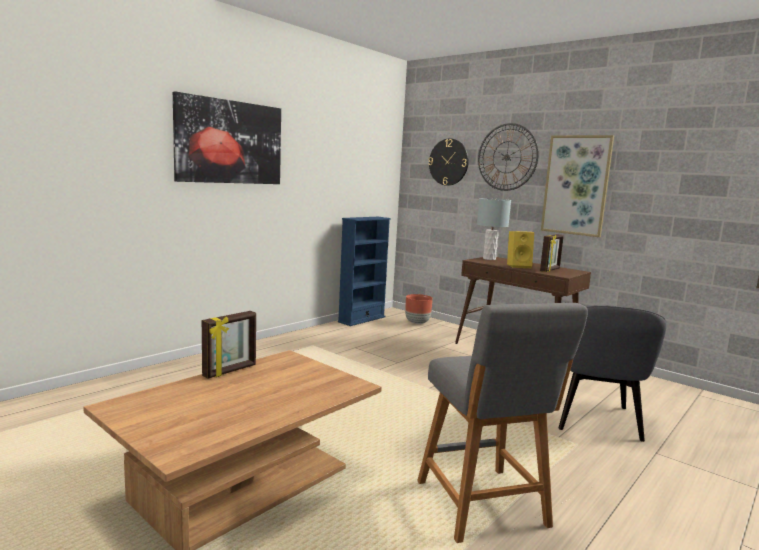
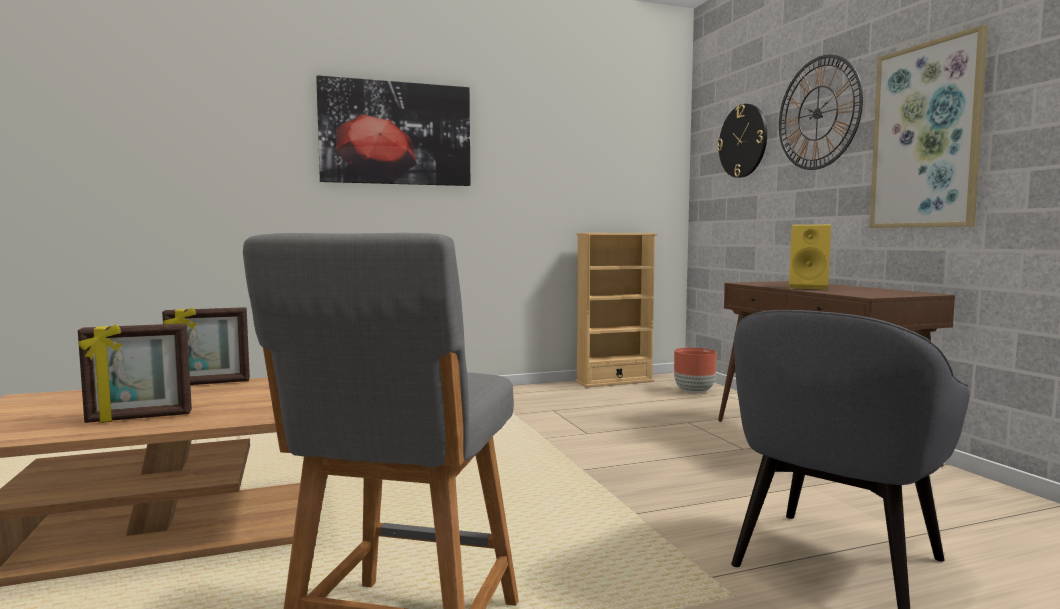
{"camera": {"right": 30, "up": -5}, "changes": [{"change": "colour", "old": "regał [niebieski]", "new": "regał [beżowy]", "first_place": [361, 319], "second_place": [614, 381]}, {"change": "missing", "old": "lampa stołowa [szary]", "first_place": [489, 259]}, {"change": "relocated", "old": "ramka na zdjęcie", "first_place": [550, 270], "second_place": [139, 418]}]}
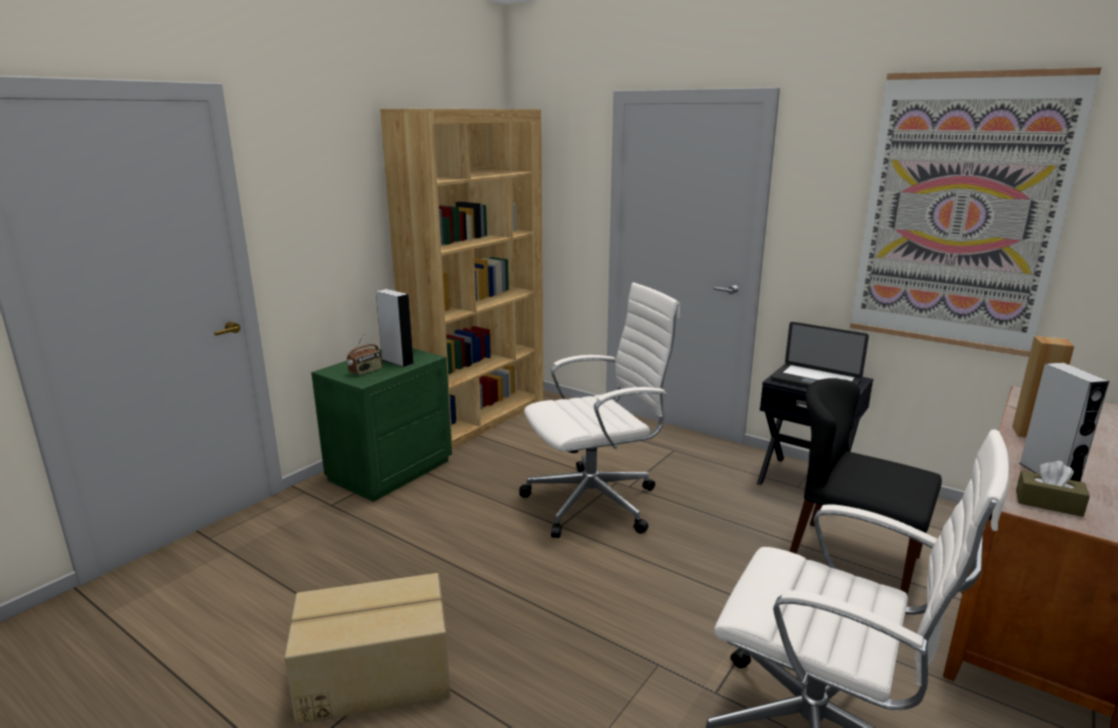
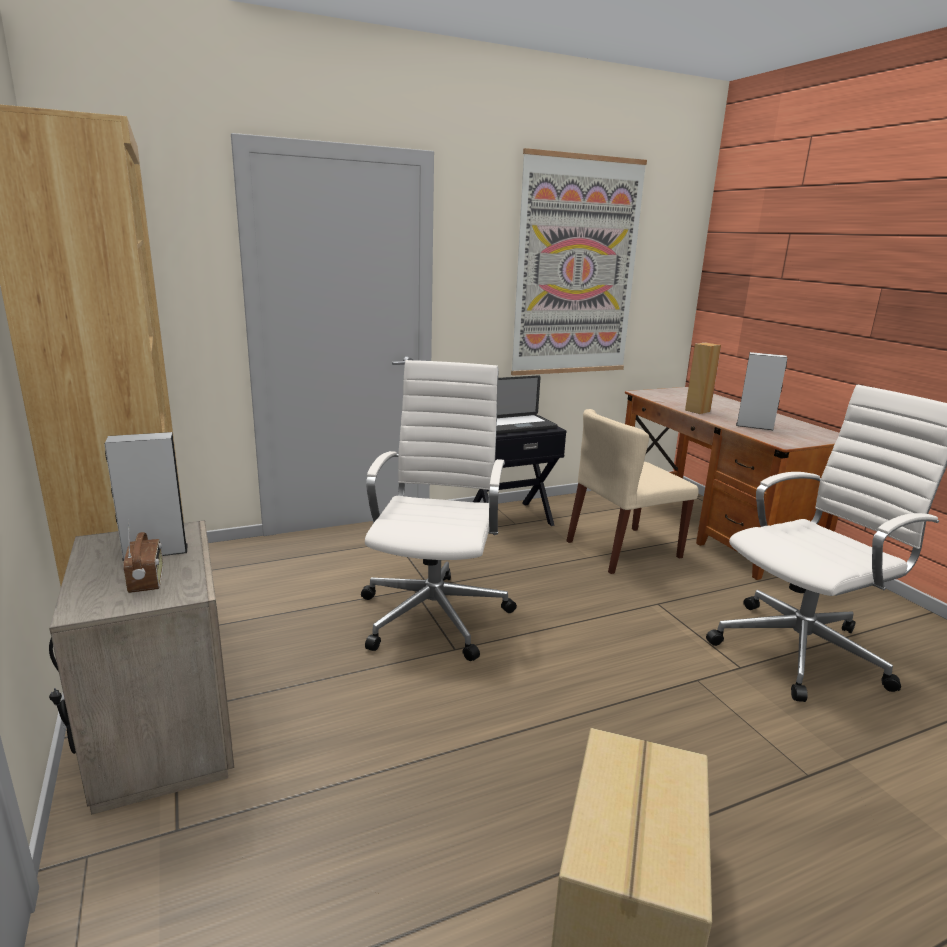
{"camera": {"right": -60, "up": 0}, "changes": [{"change": "colour", "old": "szafka nocna [zielony]", "new": "szafka nocna [beżowy]", "first_place": [389, 470], "second_place": [161, 735]}, {"change": "colour", "old": "krzesło [czarny]", "new": "krzesło [beżowy]", "first_place": [851, 560], "second_place": [623, 550]}, {"change": "missing", "old": "pudełko chusteczek [brązowy]", "first_place": [1048, 503]}]}
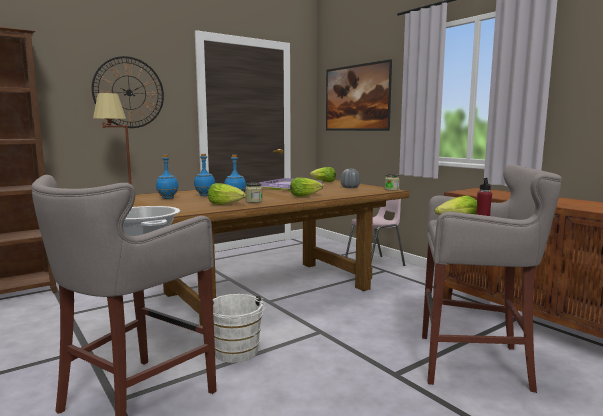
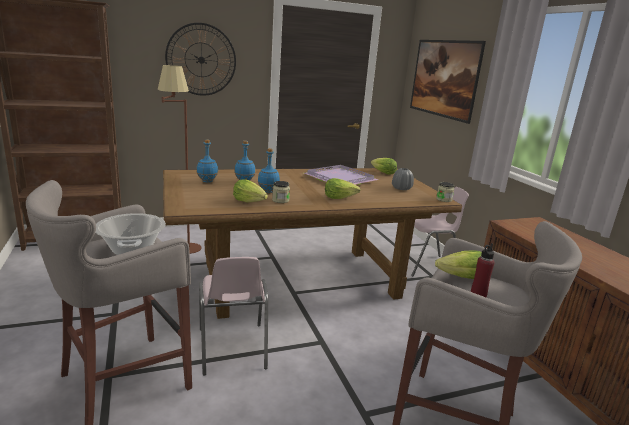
{"camera": {"right": 15, "up": 10}, "changes": [{"change": "exchanged", "old": "wiadro [biały]", "new": "krzesło [różowy]", "first_place": [237, 353], "second_place": [232, 349]}]}
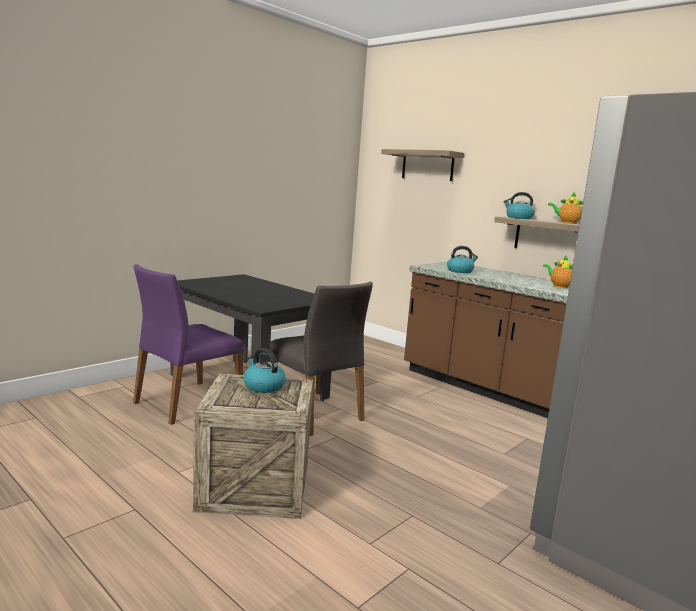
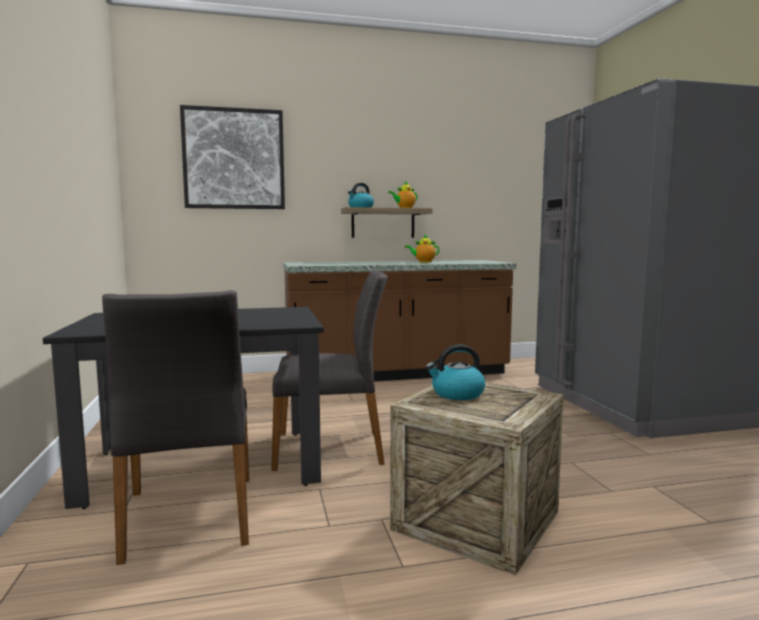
{"camera": {"right": -55, "up": -5}, "changes": [{"change": "colour", "old": "krzesło [fioletowy]", "new": "krzesło [szary]", "first_place": [186, 402], "second_place": [189, 517]}, {"change": "exchanged", "old": "półka", "new": "obraz", "first_place": [427, 165], "second_place": [234, 159]}, {"change": "missing", "old": "czajnik", "first_place": [460, 271]}]}
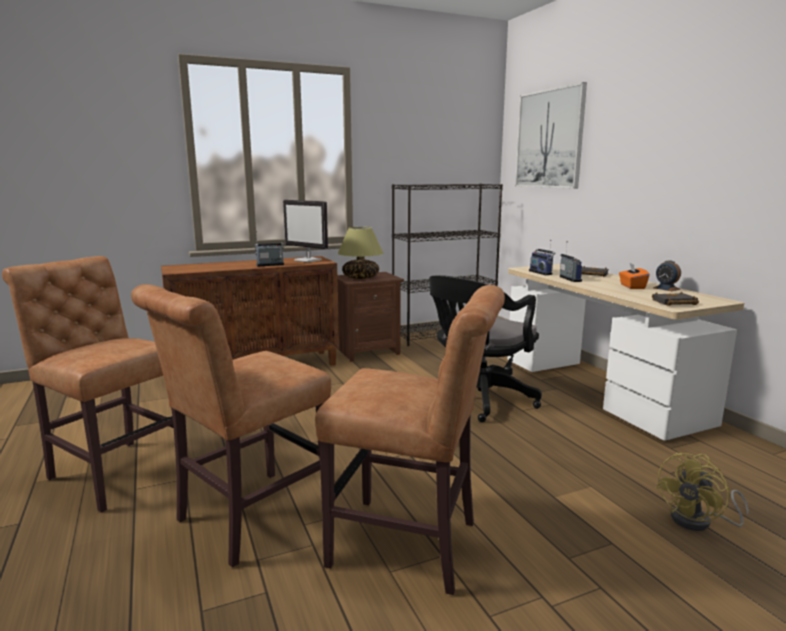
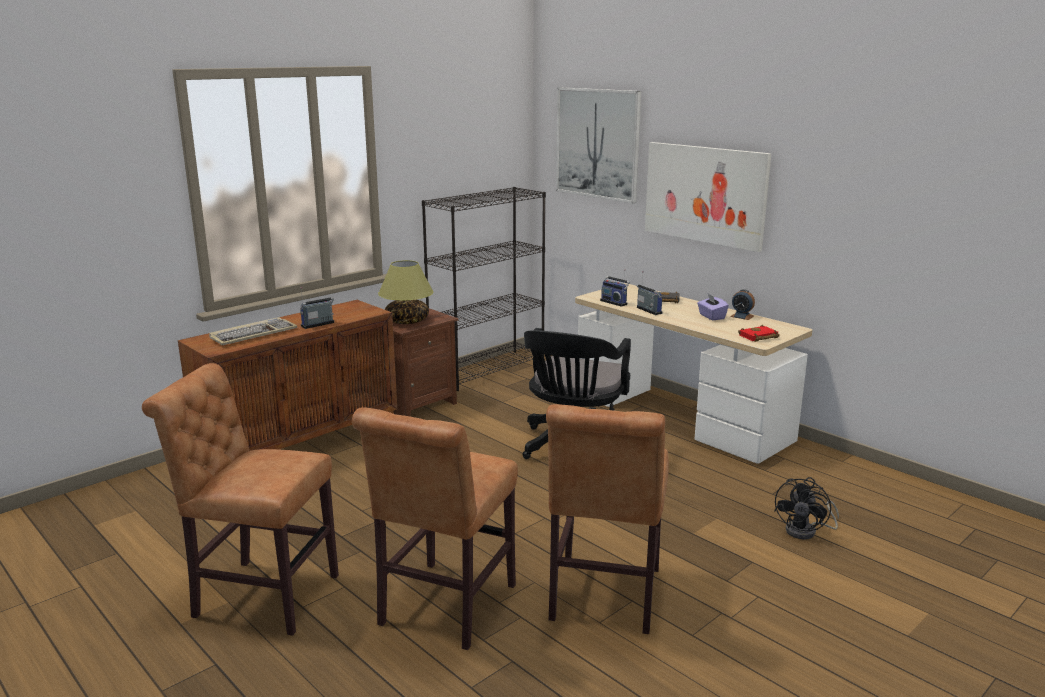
{"camera": {"right": -20, "up": 5}, "changes": [{"change": "missing", "old": "monitor", "first_place": [308, 260]}, {"change": "spun", "old": "krzesło [brązowy]", "first_place": [412, 546], "second_place": [603, 598], "degrees": 105}, {"change": "colour", "old": "pudełko chusteczek [pomarańczowy]", "new": "pudełko chusteczek [fioletowy]", "first_place": [632, 286], "second_place": [711, 316]}, {"change": "colour", "old": "książka [czarny]", "new": "książka [czerwony]", "first_place": [674, 303], "second_place": [758, 337]}, {"change": "colour", "old": "wentylator [żółty]", "new": "wentylator [czarny]", "first_place": [699, 522], "second_place": [806, 531]}, {"change": "appeared", "new": "klawiatura", "second_place": [253, 334]}, {"change": "appeared", "new": "obraz", "second_place": [705, 194]}]}
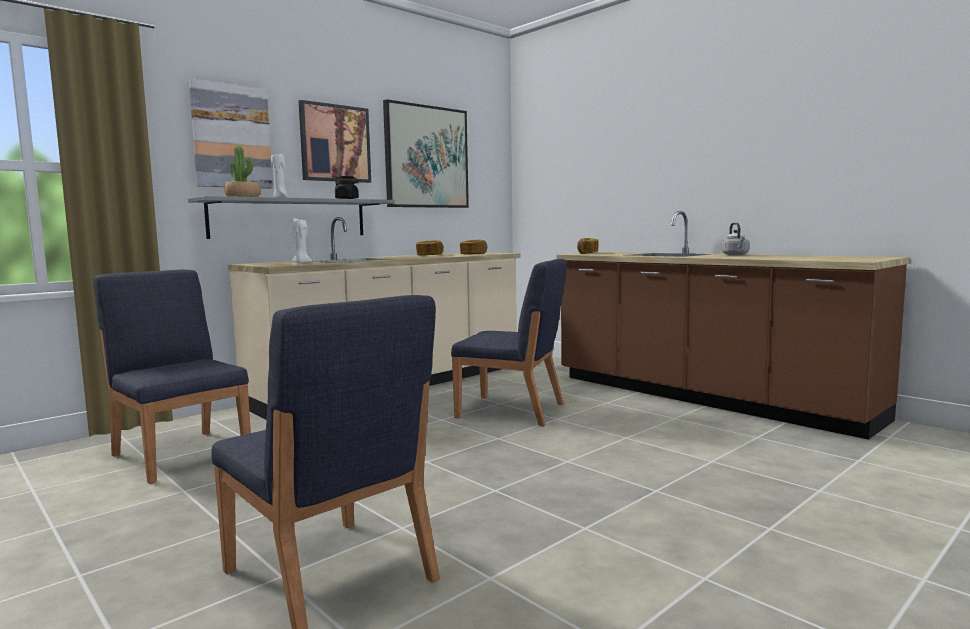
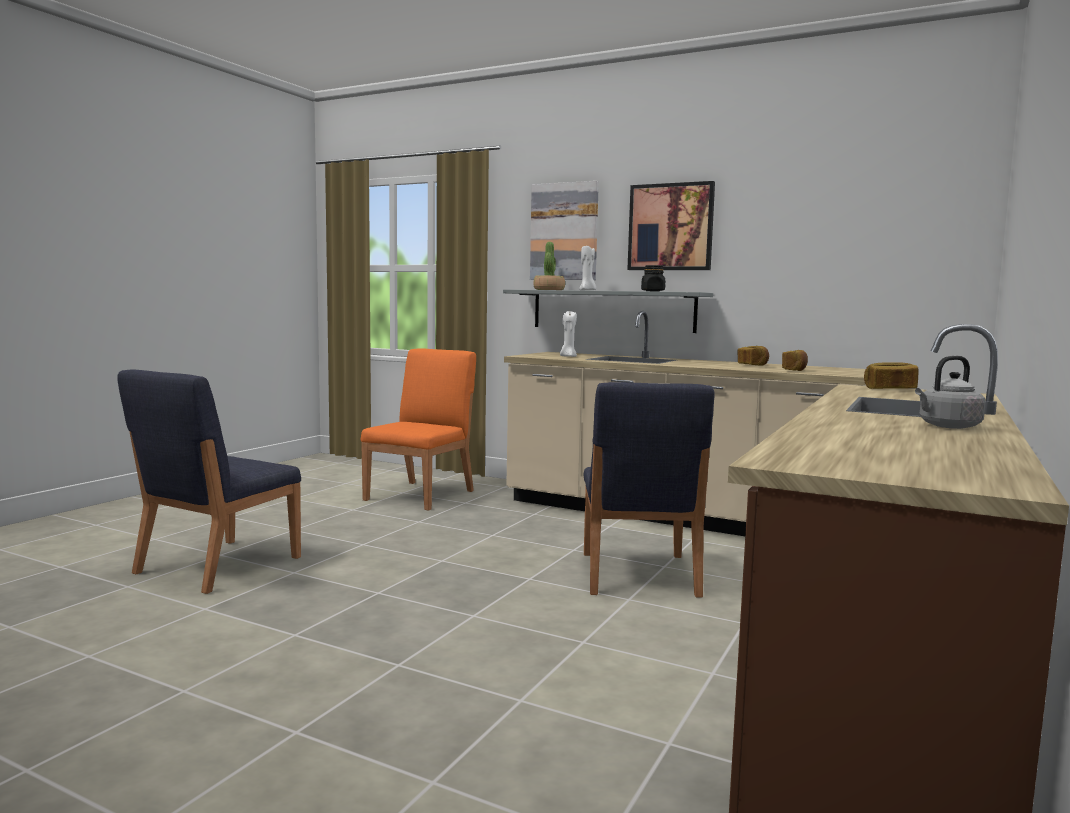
{"camera": {"right": 70, "up": 0}, "changes": [{"change": "colour", "old": "krzesło [niebieski]", "new": "krzesło [pomarańczowy]", "first_place": [181, 454], "second_place": [421, 495]}, {"change": "missing", "old": "obraz", "first_place": [426, 157]}]}
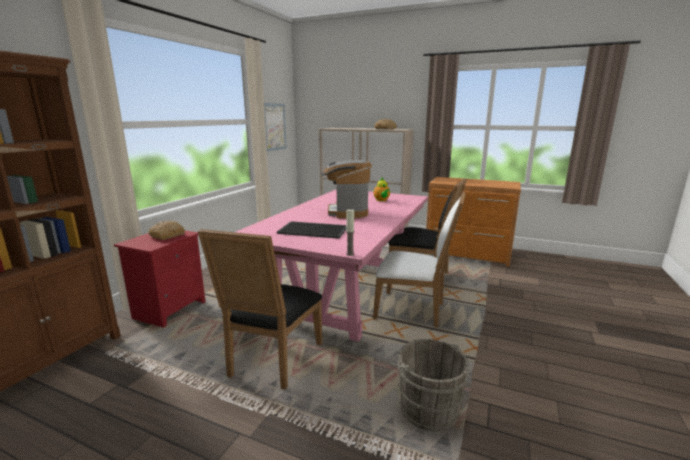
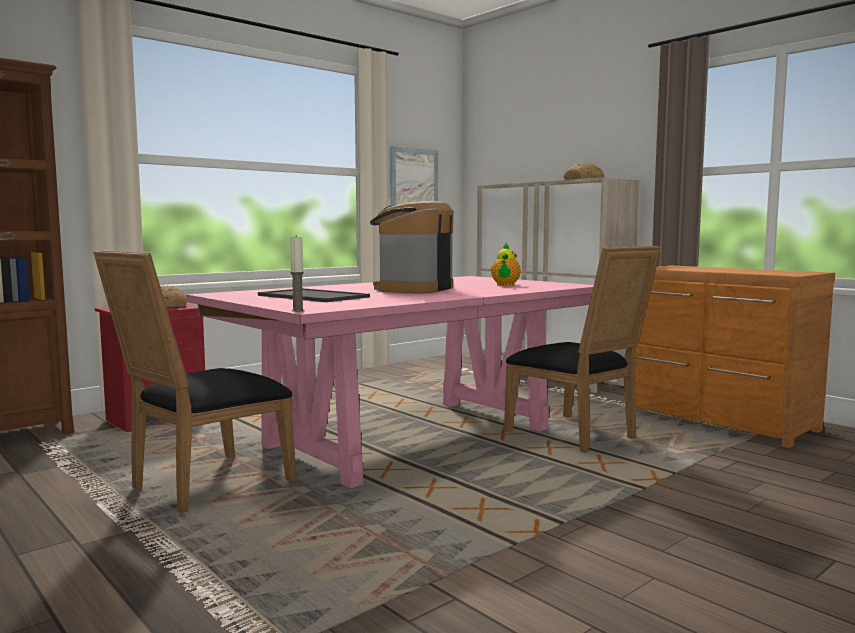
{"camera": {"right": 25, "up": -10}, "changes": [{"change": "missing", "old": "krzesło [biały]", "first_place": [414, 310]}, {"change": "missing", "old": "wiadro [szary]", "first_place": [426, 407]}]}
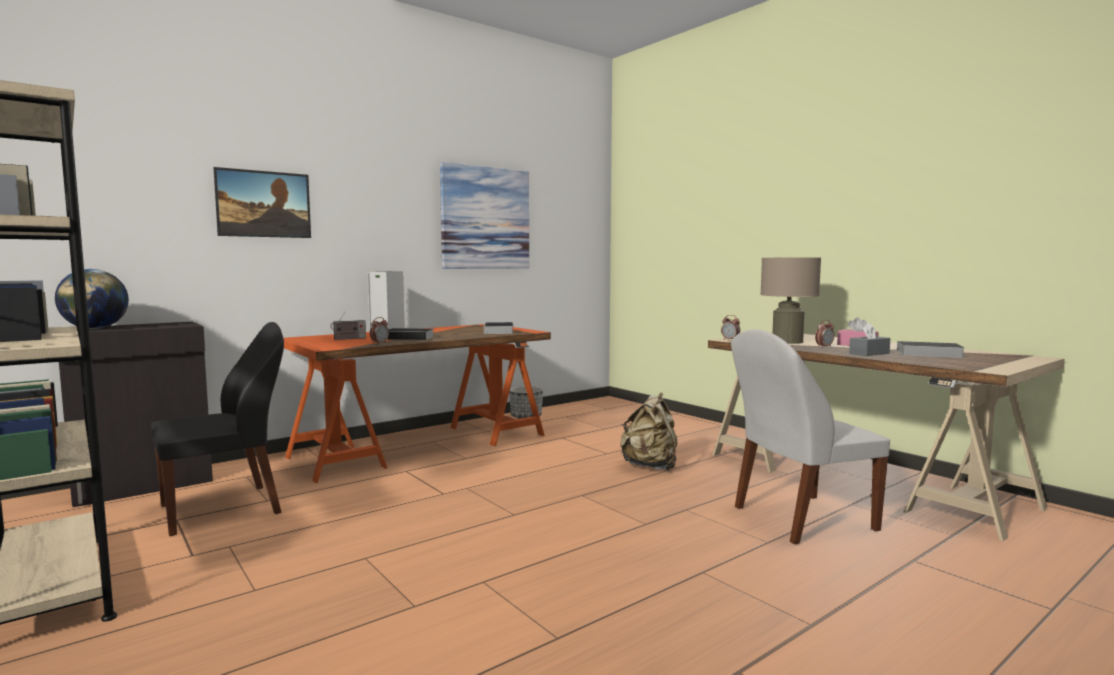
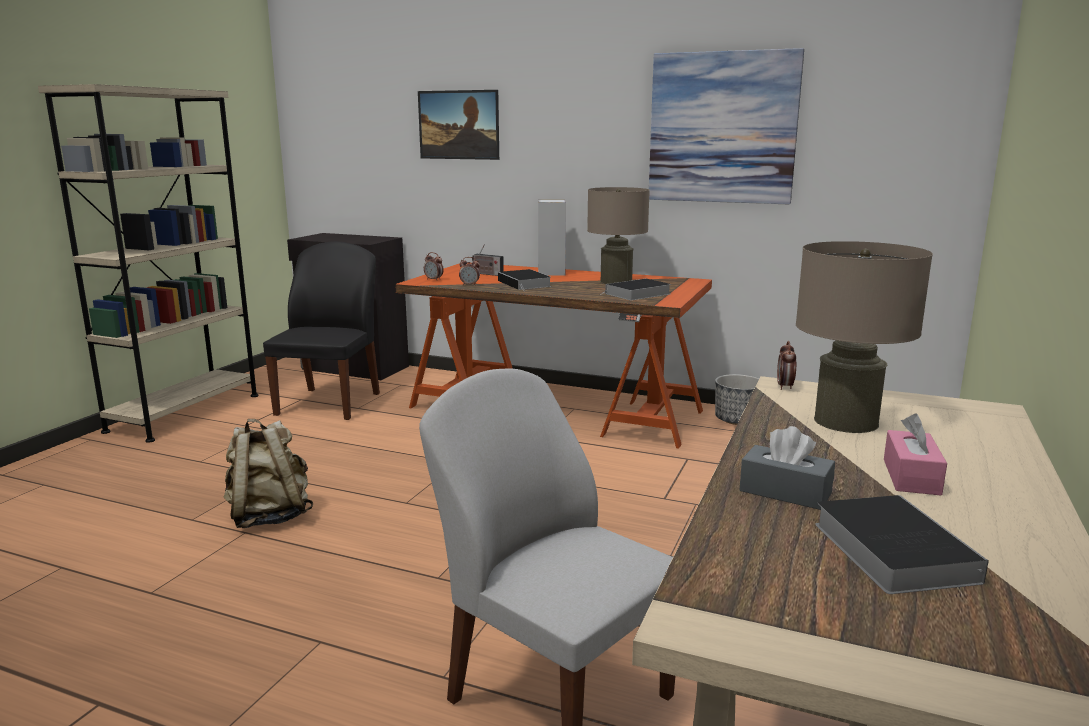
{"camera": {"right": 60, "up": 10}, "changes": [{"change": "missing", "old": "globus", "first_place": [95, 329]}, {"change": "spun", "old": "krzesło [czarny]", "first_place": [225, 509], "second_place": [330, 403], "degrees": -105}, {"change": "relocated", "old": "plecak [beżowy]", "first_place": [650, 466], "second_place": [269, 516]}, {"change": "relocated", "old": "budzik", "first_place": [824, 347], "second_place": [434, 280]}, {"change": "appeared", "new": "lampa stołowa [beżowy]", "second_place": [616, 281]}]}
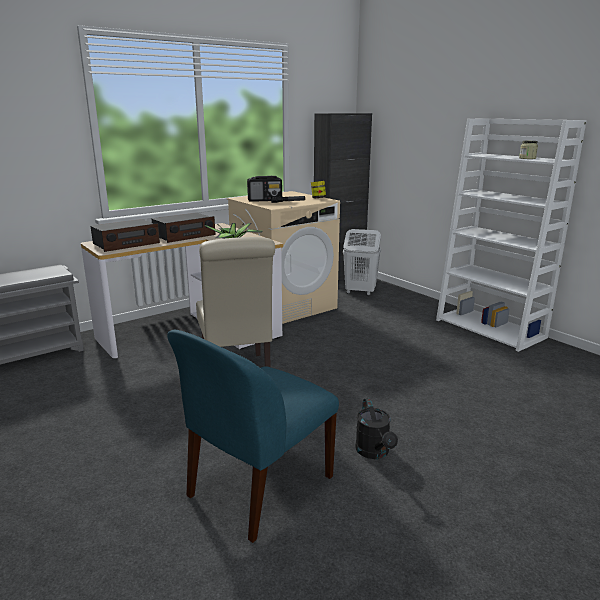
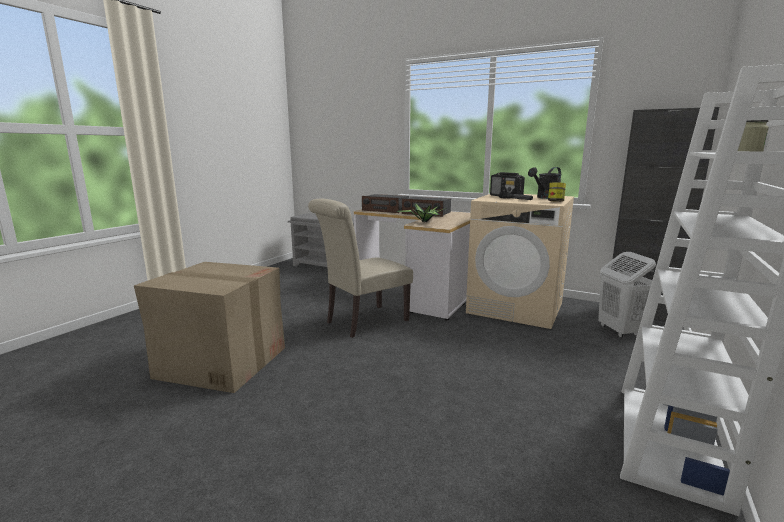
{"camera": {"right": 65, "up": -5}, "changes": [{"change": "exchanged", "old": "krzesło [niebieski]", "new": "karton", "first_place": [258, 488], "second_place": [221, 362]}, {"change": "relocated", "old": "konewka [czarny]", "first_place": [374, 452], "second_place": [545, 197]}]}
